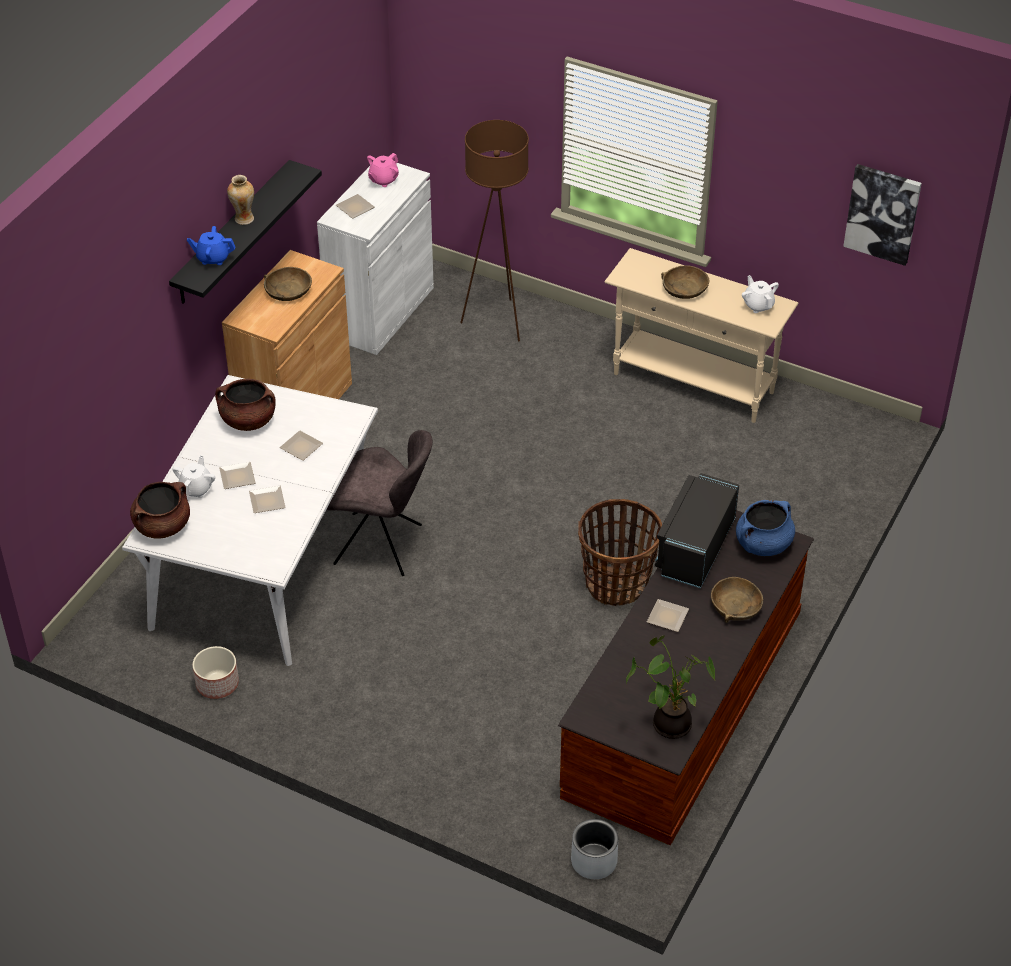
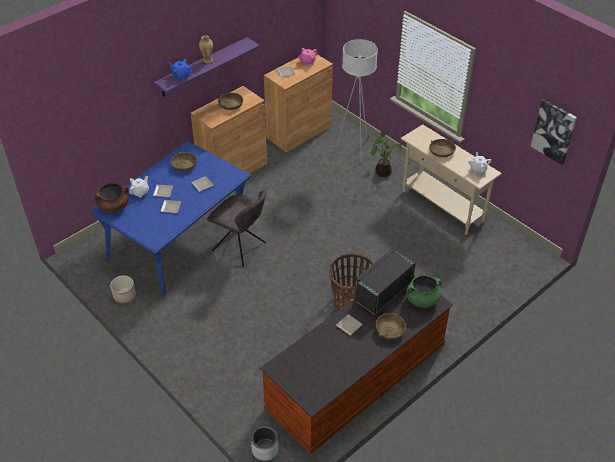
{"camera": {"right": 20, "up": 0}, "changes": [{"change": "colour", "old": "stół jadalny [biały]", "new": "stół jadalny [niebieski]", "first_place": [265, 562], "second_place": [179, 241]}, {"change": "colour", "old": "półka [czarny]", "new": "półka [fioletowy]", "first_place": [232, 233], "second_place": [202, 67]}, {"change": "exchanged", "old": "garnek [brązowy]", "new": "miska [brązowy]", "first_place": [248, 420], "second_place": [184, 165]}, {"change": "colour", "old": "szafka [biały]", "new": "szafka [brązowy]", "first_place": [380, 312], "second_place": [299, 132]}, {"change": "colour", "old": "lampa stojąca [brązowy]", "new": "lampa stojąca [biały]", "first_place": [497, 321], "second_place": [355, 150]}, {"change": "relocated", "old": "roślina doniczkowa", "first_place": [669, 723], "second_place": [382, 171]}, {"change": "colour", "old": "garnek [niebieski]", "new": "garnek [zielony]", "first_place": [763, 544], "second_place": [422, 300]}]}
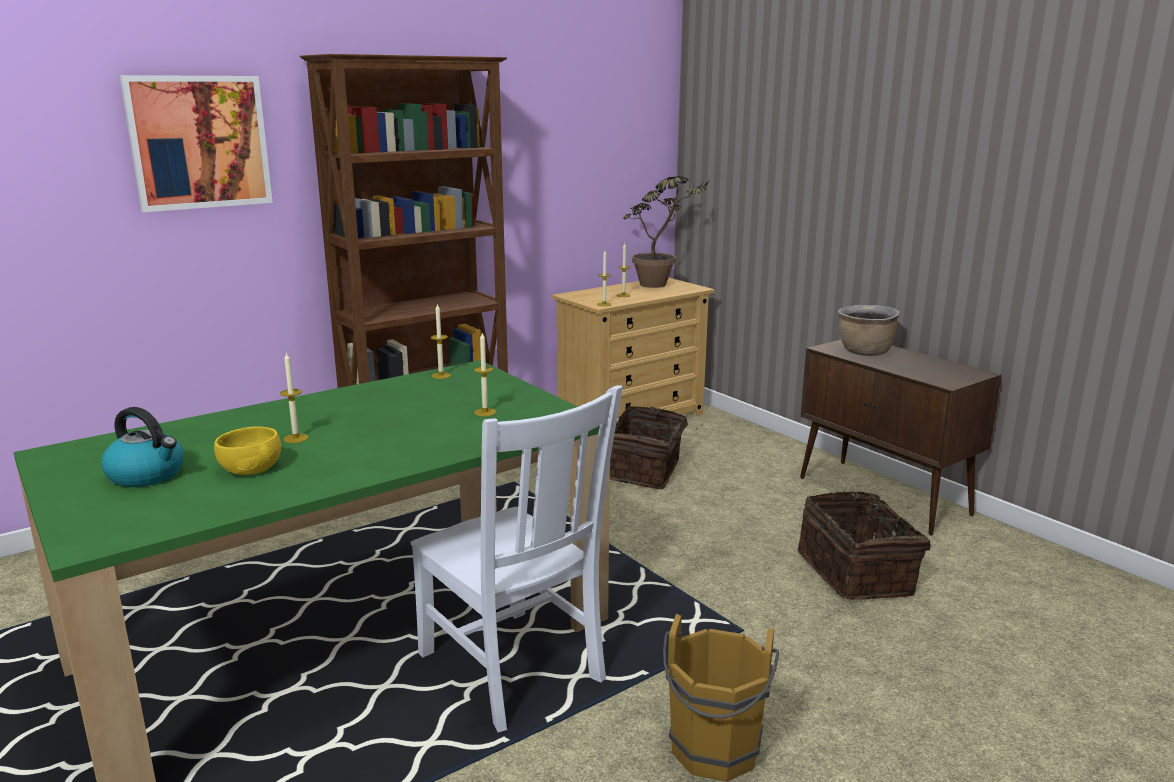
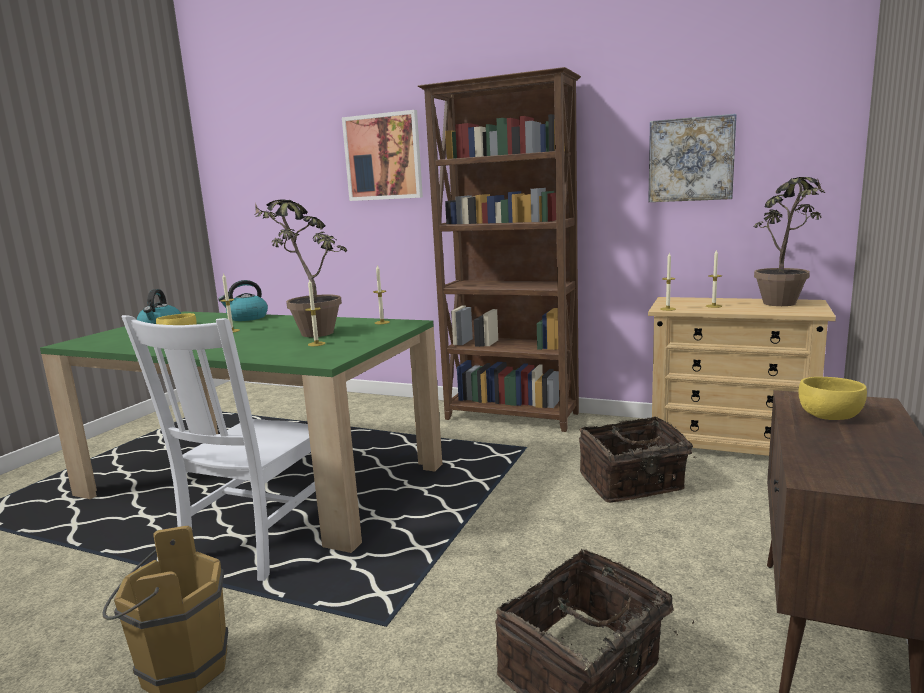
{"camera": {"right": 60, "up": -5}, "changes": [{"change": "exchanged", "old": "garnek [brązowy]", "new": "miska [żółty]", "first_place": [864, 353], "second_place": [830, 415]}, {"change": "appeared", "new": "czajnik", "second_place": [247, 318]}, {"change": "appeared", "new": "roślina doniczkowa", "second_place": [309, 332]}, {"change": "appeared", "new": "obraz", "second_place": [691, 159]}]}
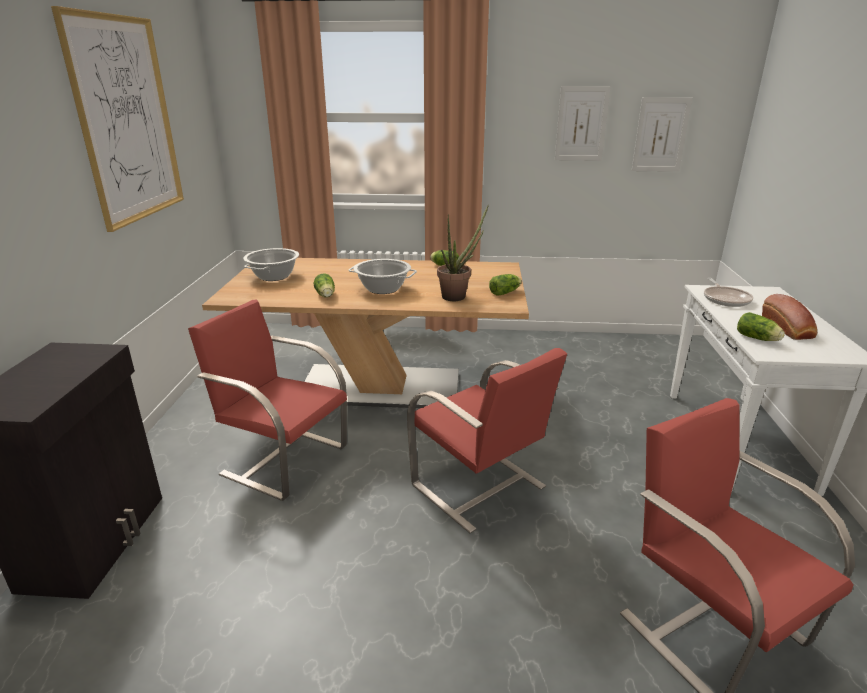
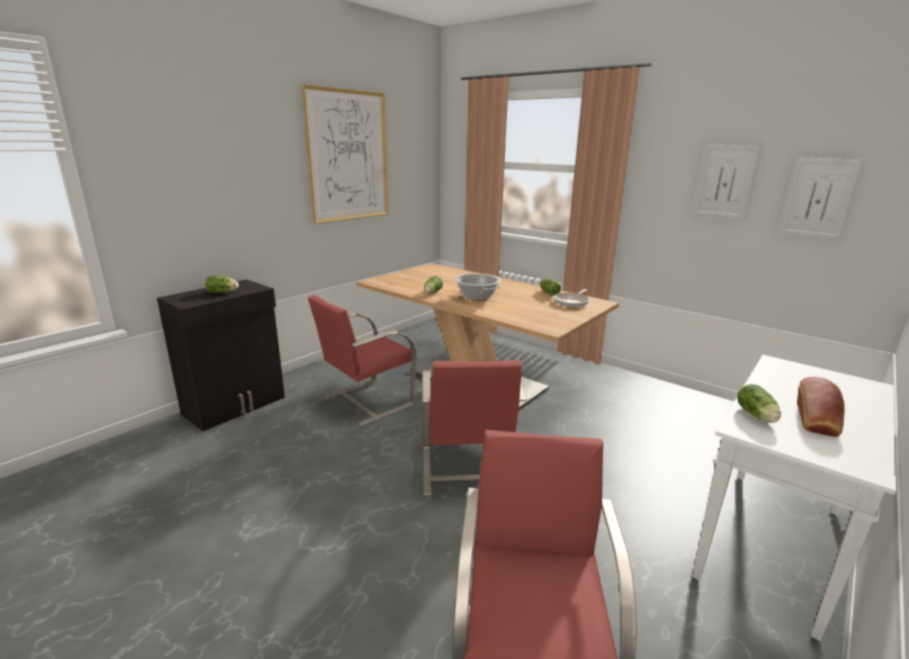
{"camera": {"right": 35, "up": -5}, "changes": [{"change": "spun", "old": "krzesło [czerwony]", "first_place": [283, 459], "second_place": [366, 402], "degrees": -105}, {"change": "missing", "old": "garnek", "first_place": [274, 276]}, {"change": "missing", "old": "roślina doniczkowa", "first_place": [458, 296]}, {"change": "relocated", "old": "sałata", "first_place": [506, 292], "second_place": [223, 292]}, {"change": "relocated", "old": "patelnia", "first_place": [725, 299], "second_place": [572, 302]}]}
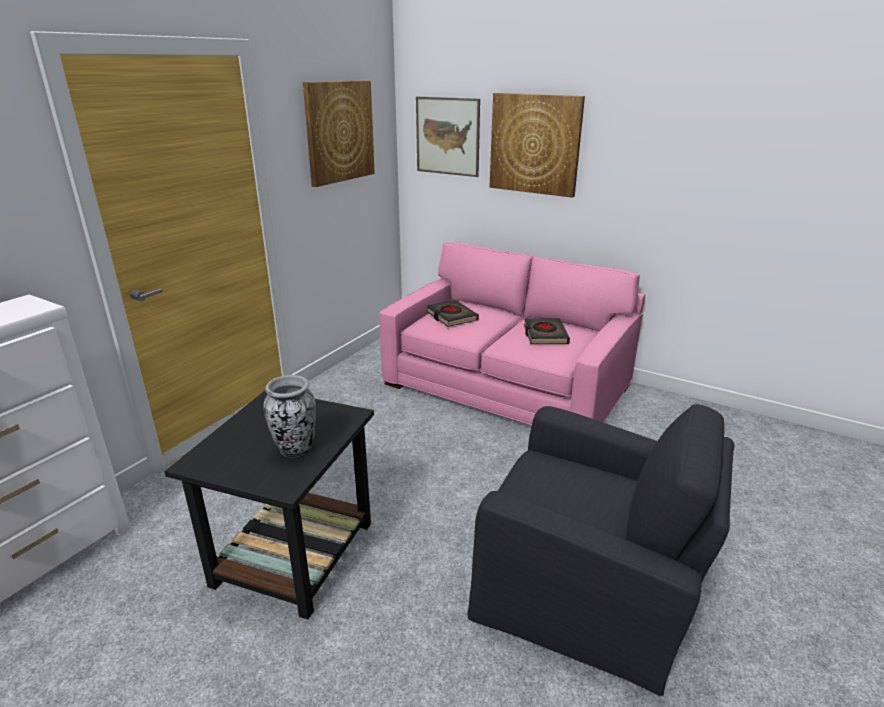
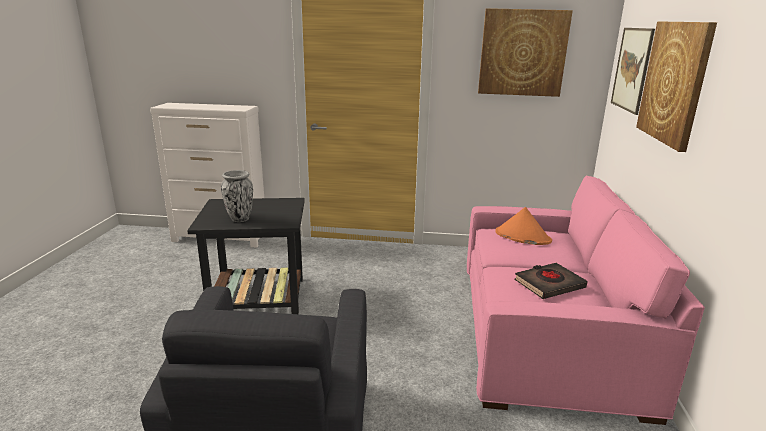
{"camera": {"right": 65, "up": -5}, "changes": [{"change": "exchanged", "old": "książka [czarny]", "new": "kapelusz [pomarańczowy]", "first_place": [451, 317], "second_place": [522, 236]}]}
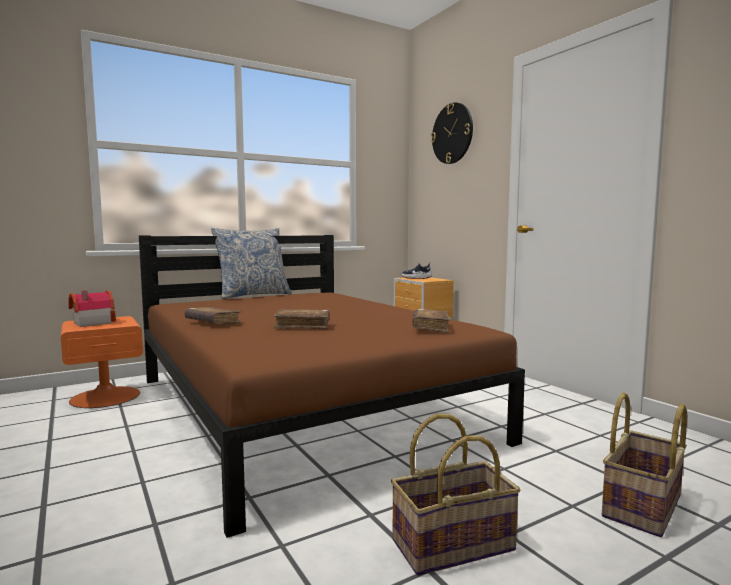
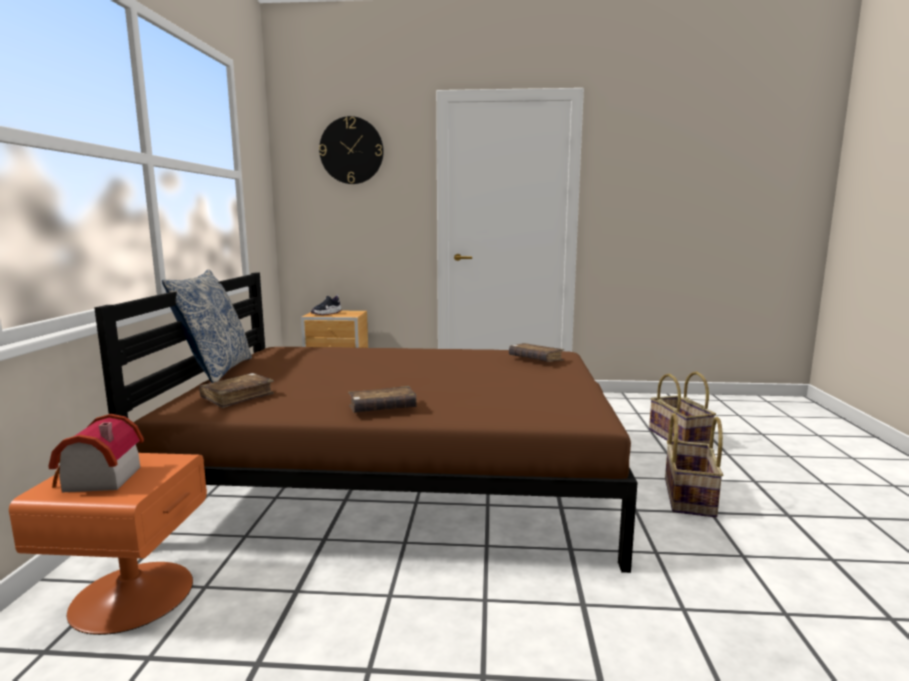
{"camera": {"right": -55, "up": 5}, "changes": [{"change": "relocated", "old": "książka [brązowy]", "first_place": [302, 326], "second_place": [238, 397]}]}
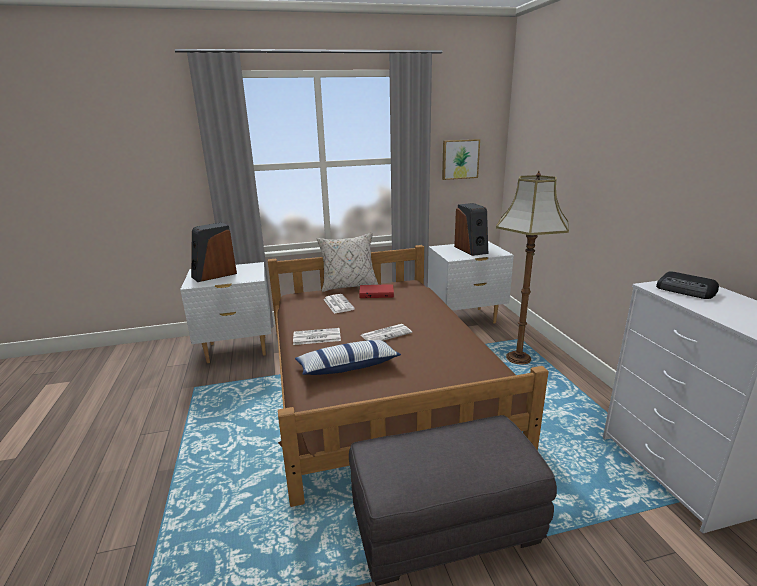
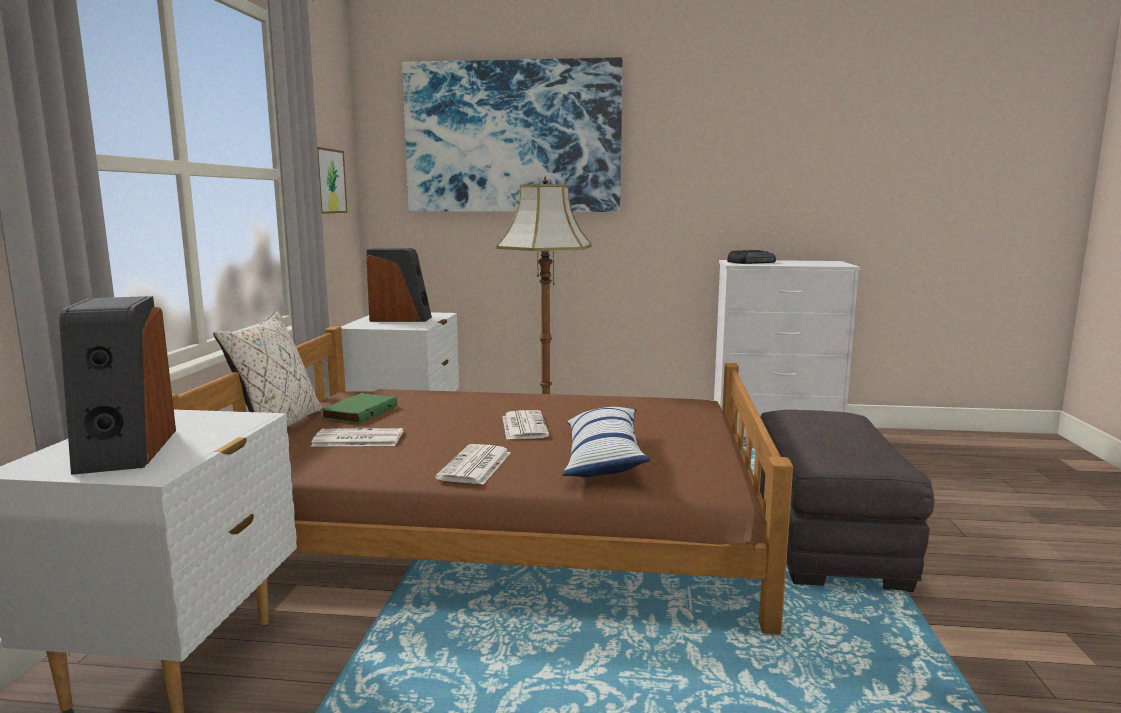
{"camera": {"right": -70, "up": -10}, "changes": [{"change": "colour", "old": "książka [czerwony]", "new": "książka [zielony]", "first_place": [377, 293], "second_place": [359, 412]}, {"change": "appeared", "new": "obraz", "second_place": [512, 137]}]}
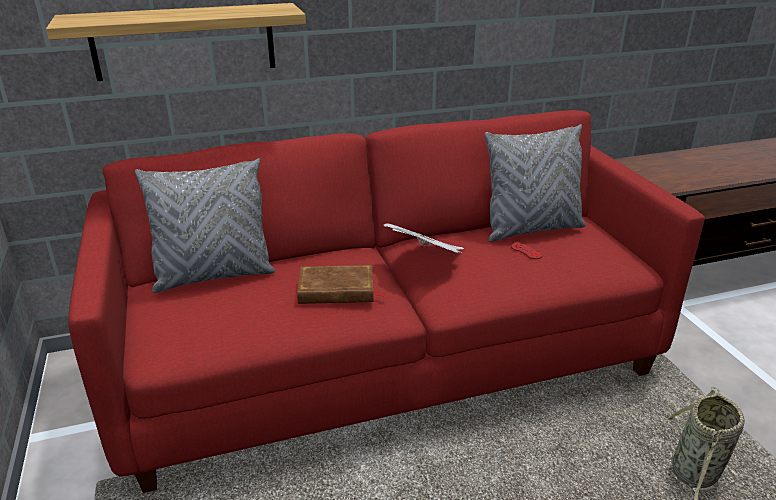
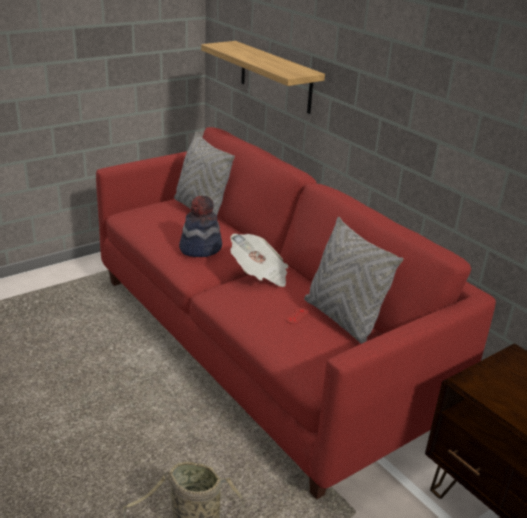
{"camera": {"right": 70, "up": 0}, "changes": [{"change": "exchanged", "old": "książka [brązowy]", "new": "kapelusz", "first_place": [336, 290], "second_place": [200, 248]}]}
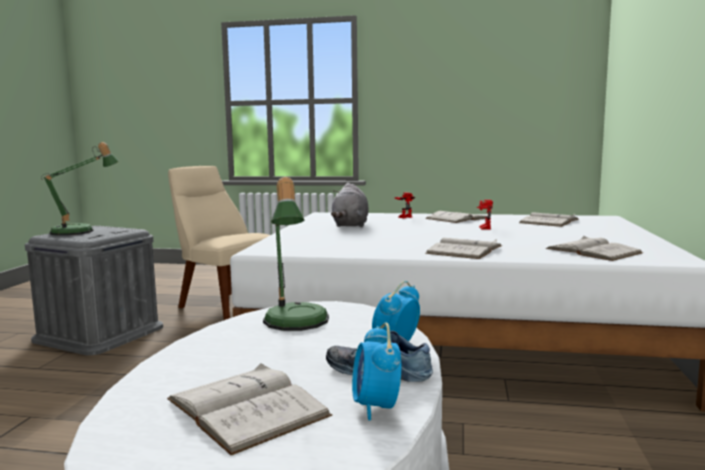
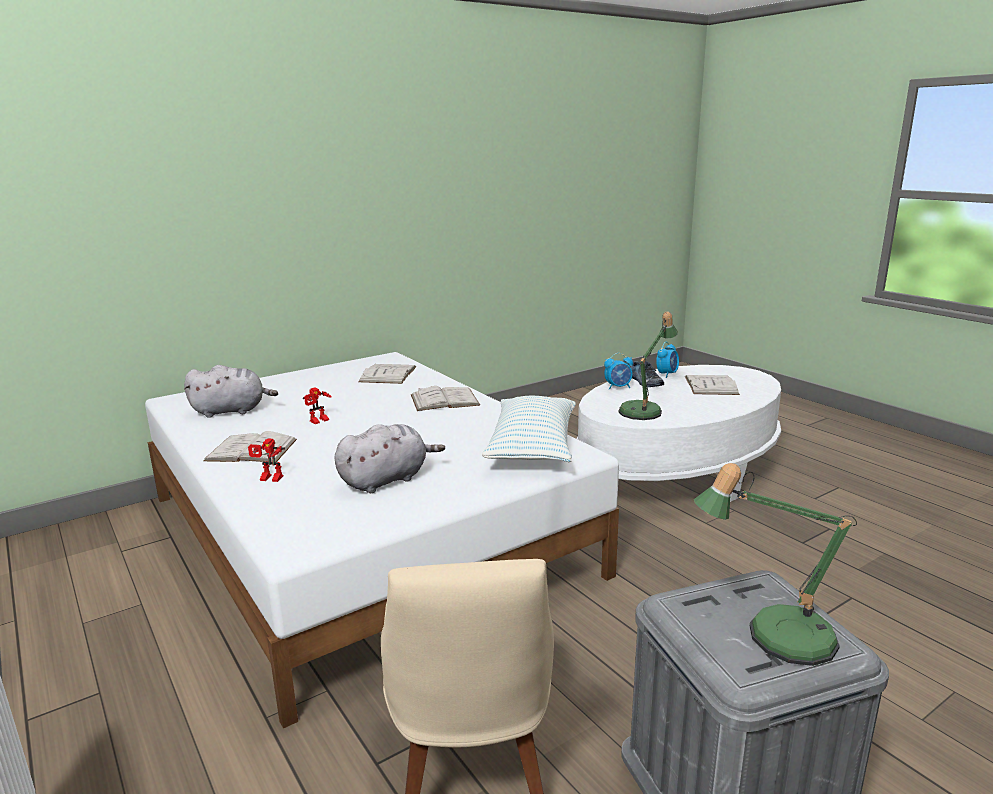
{"camera": {"right": -135, "up": 10}, "changes": [{"change": "exchanged", "old": "książka [biały]", "new": "pluszak [szary]", "first_place": [549, 221], "second_place": [232, 411]}, {"change": "appeared", "new": "poduszka", "second_place": [532, 447]}]}
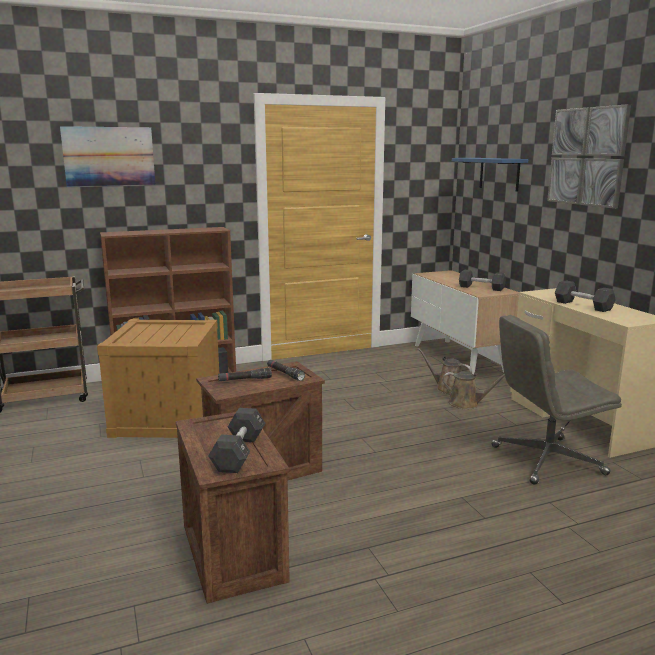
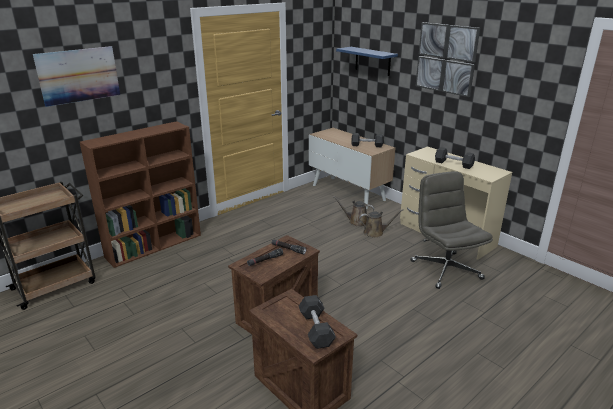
{"camera": {"right": -20, "up": 10}, "changes": [{"change": "missing", "old": "skrzynka", "first_place": [168, 417]}, {"change": "spun", "old": "krzesło biurowe [szary]", "first_place": [546, 460], "second_place": [445, 269], "degrees": 105}]}
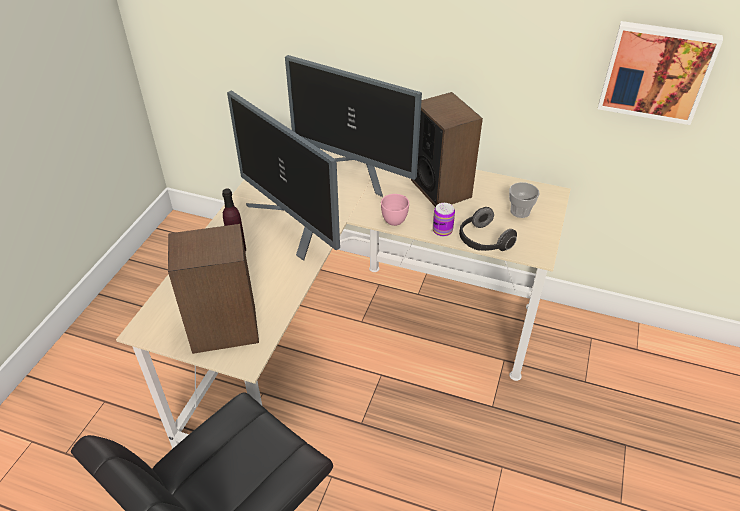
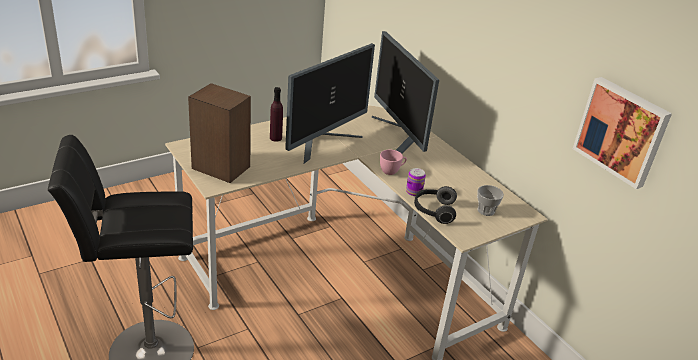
{"camera": {"right": 35, "up": -10}, "changes": [{"change": "spun", "old": "monitor", "first_place": [293, 224], "second_place": [324, 142], "degrees": -135}, {"change": "missing", "old": "głośnik", "first_place": [441, 188]}]}
